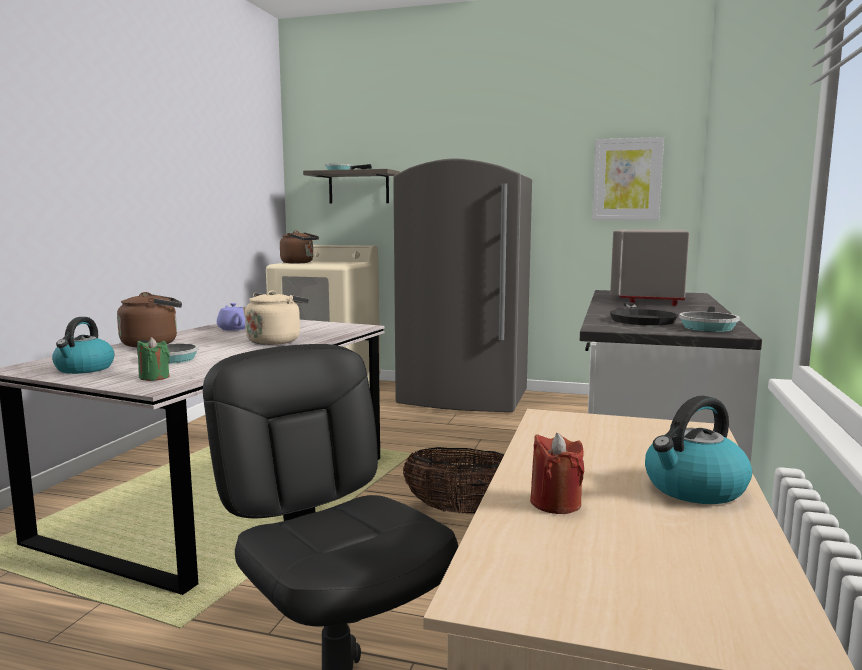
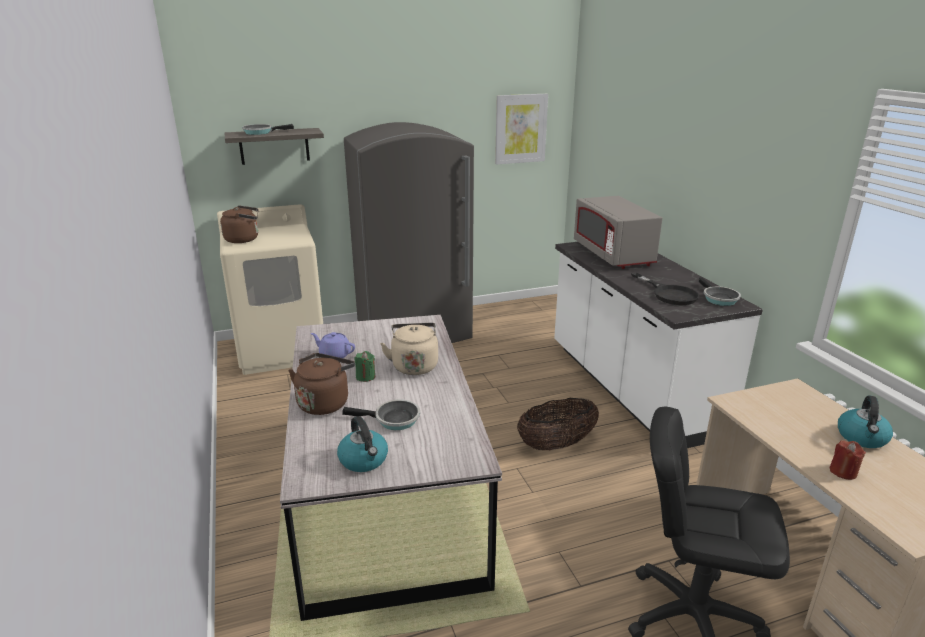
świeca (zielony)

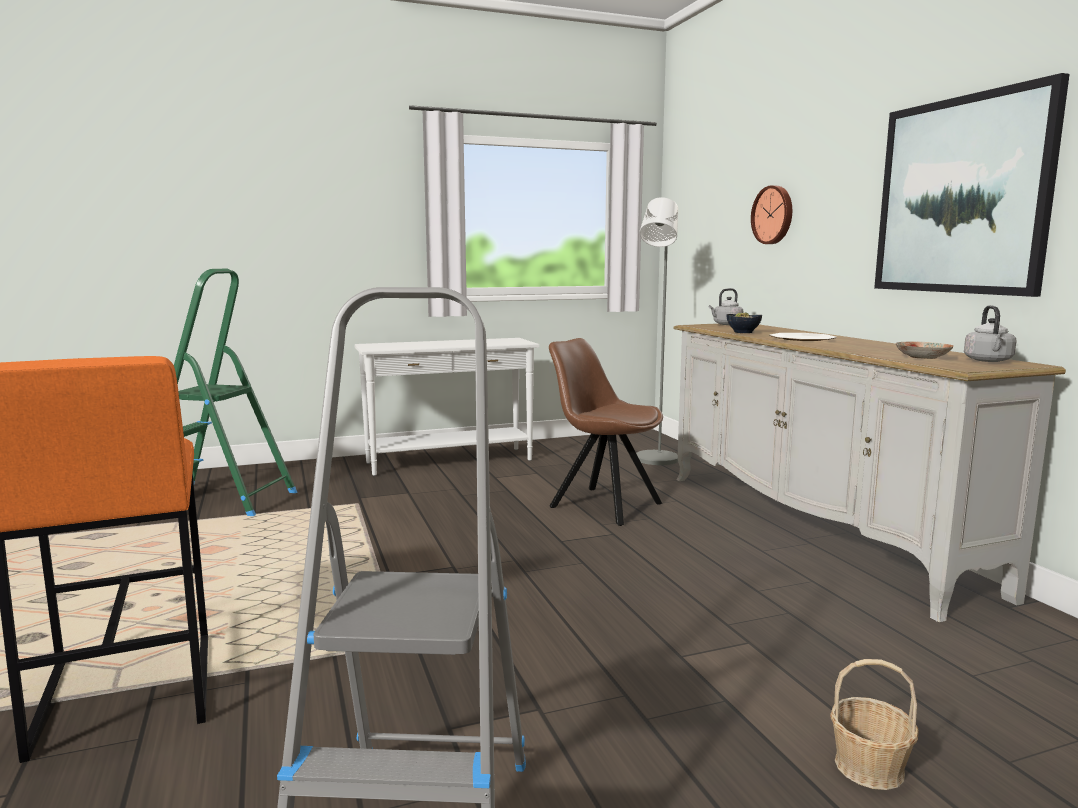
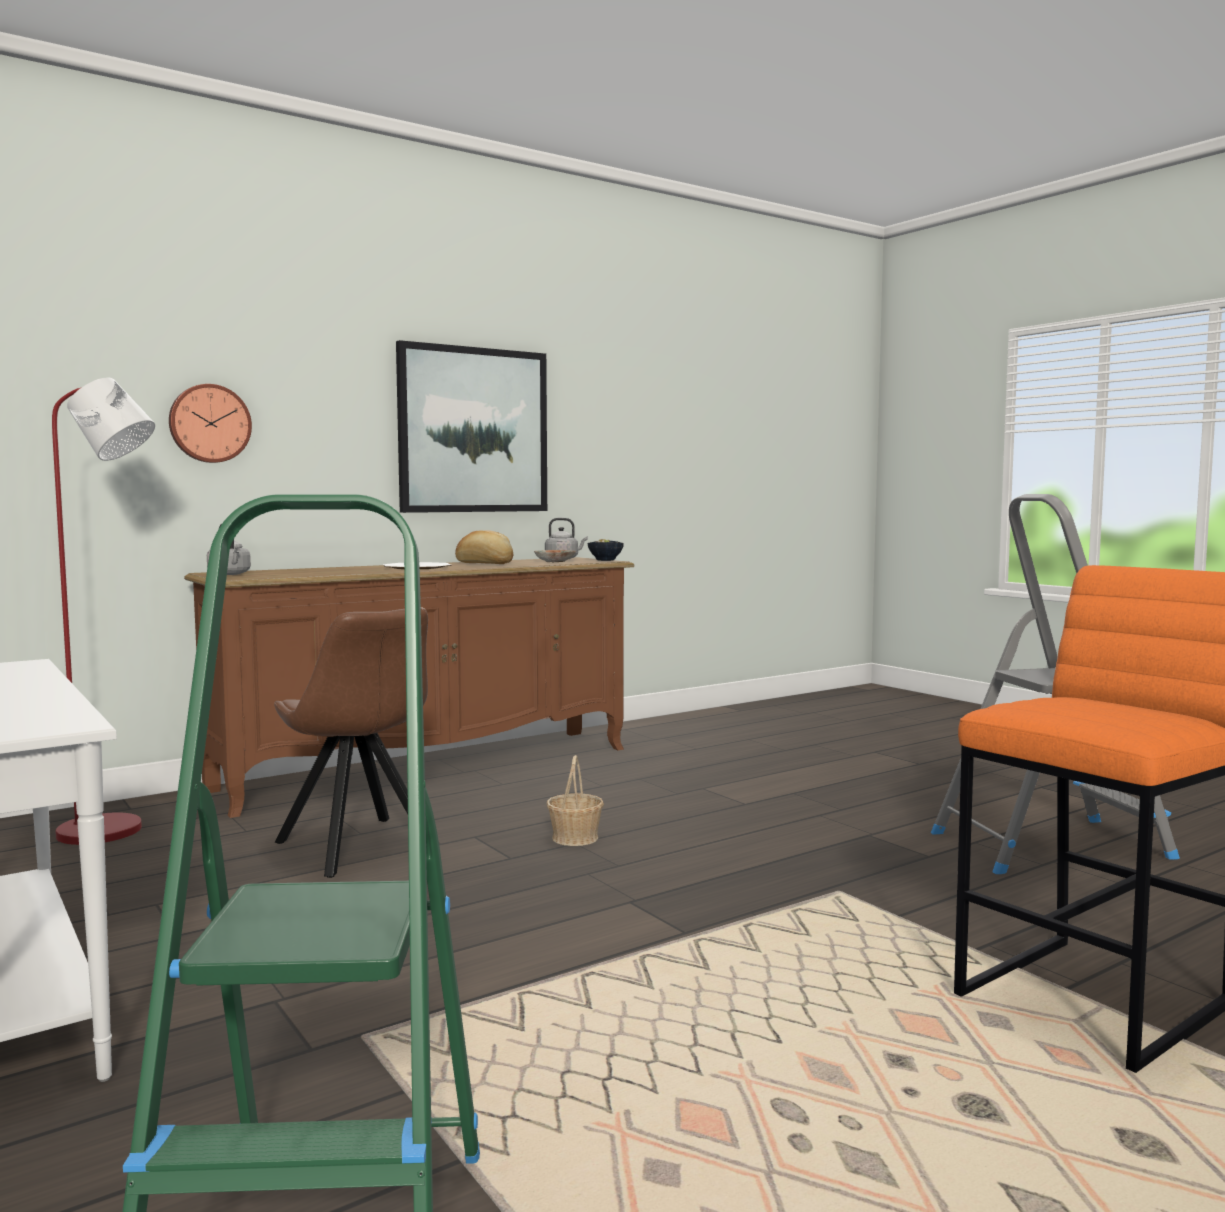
chleb
miska
koszyk
lampa stojąca (czerwony)
szafka (brązowy)
krzesło (brązowy)

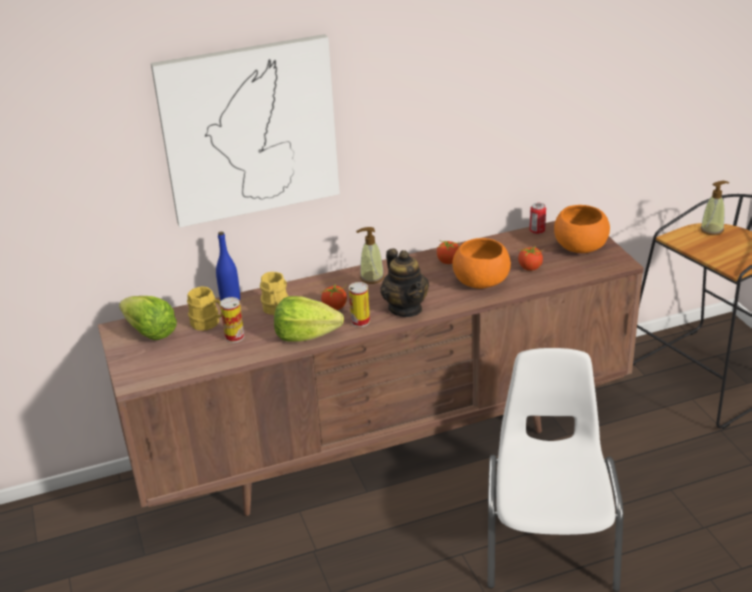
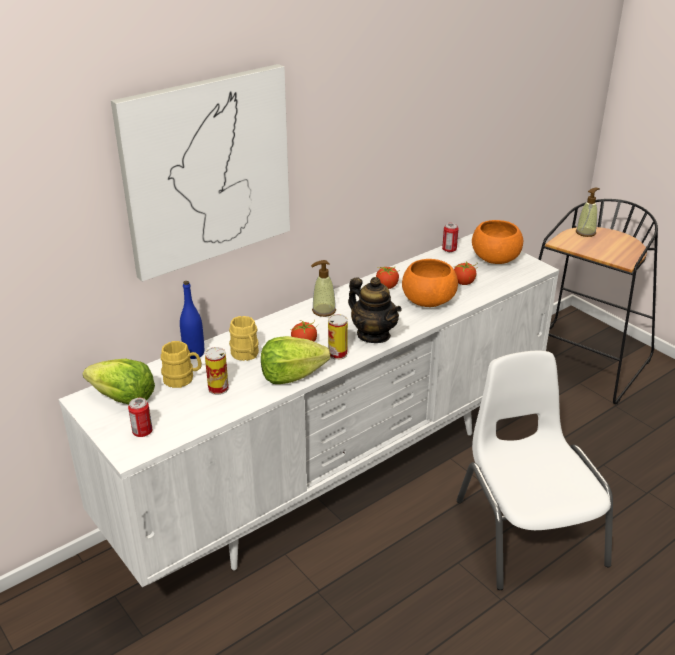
puszka (no. 1 from left)
szafka (biały)

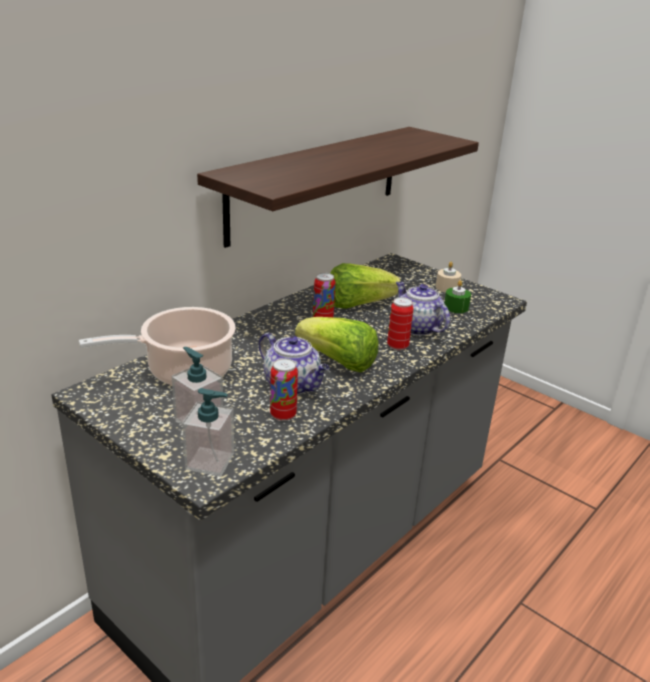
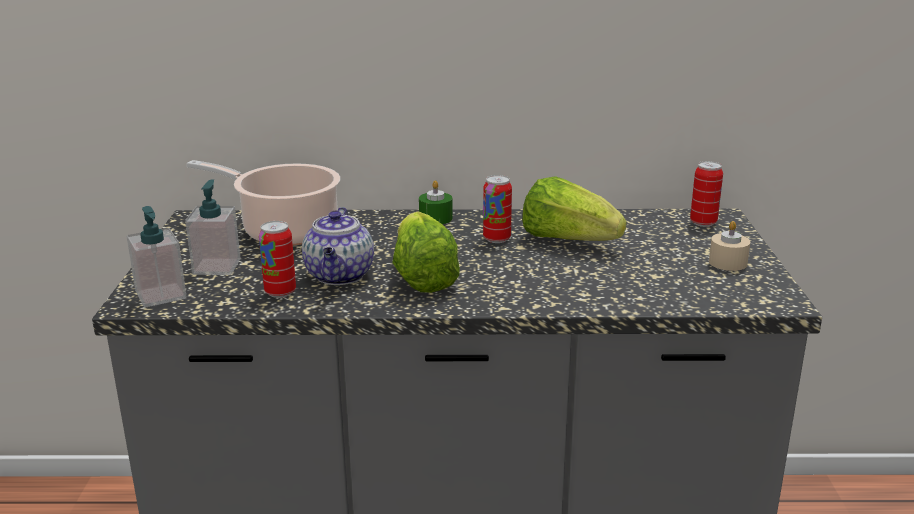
półka
imbryk (no. 2 from left in the first image)
puszka (no. 3 from left)
świeca (zielony)

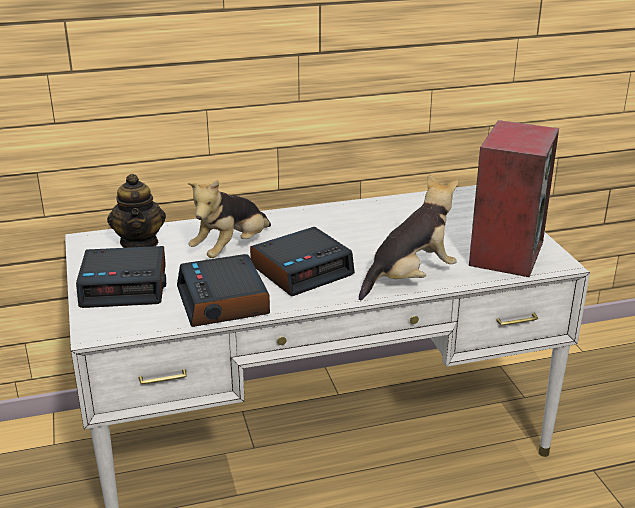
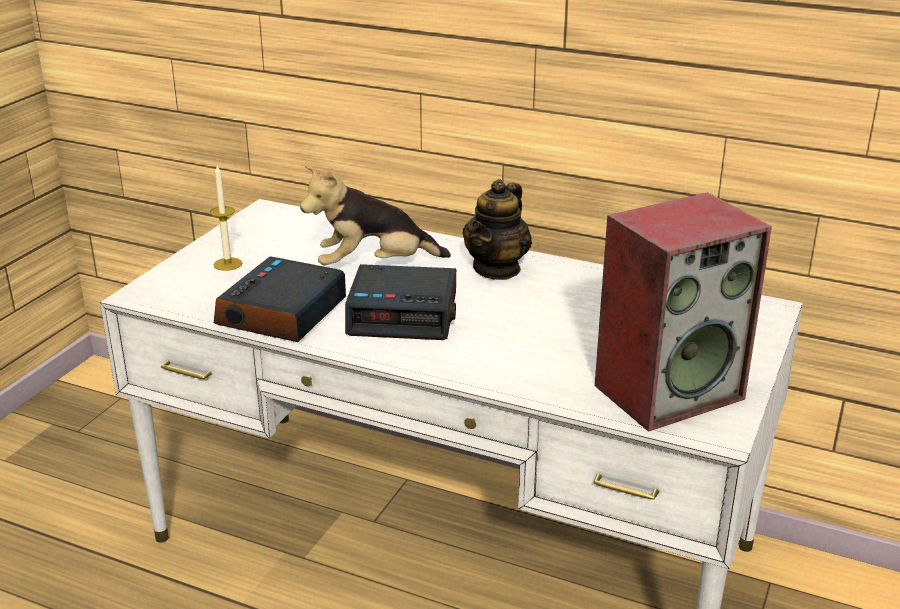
pluszak (no. 2 from left in the first image)
imbryk
świeca

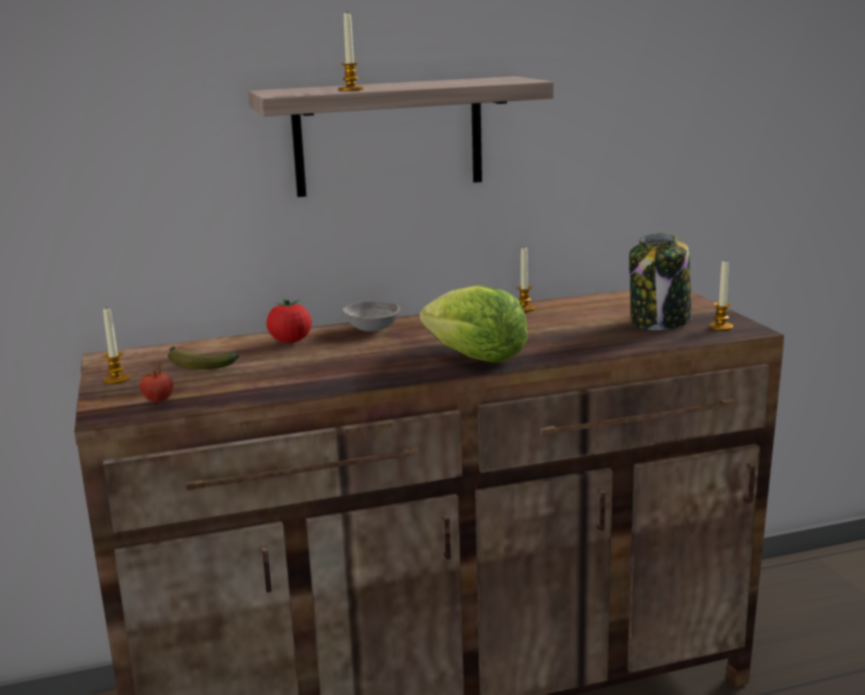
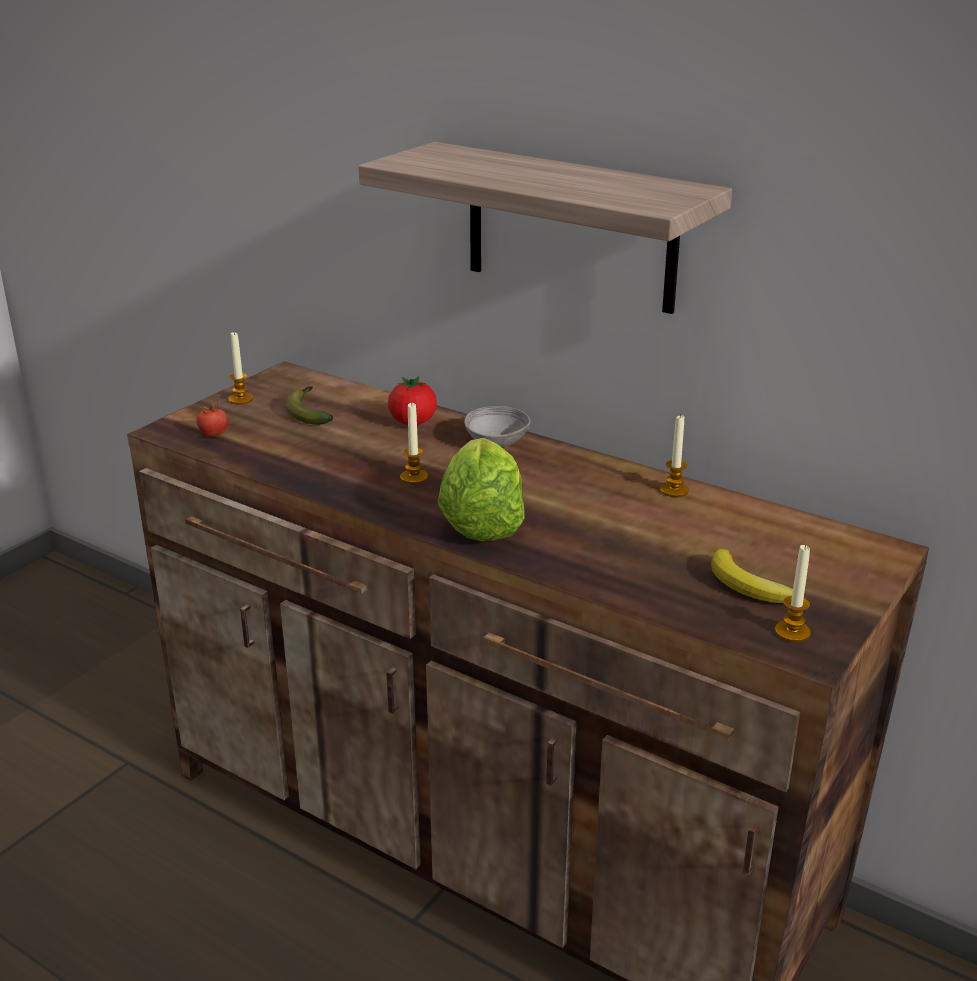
świeca (no. 2 from left)
banan (no. 2 from left)

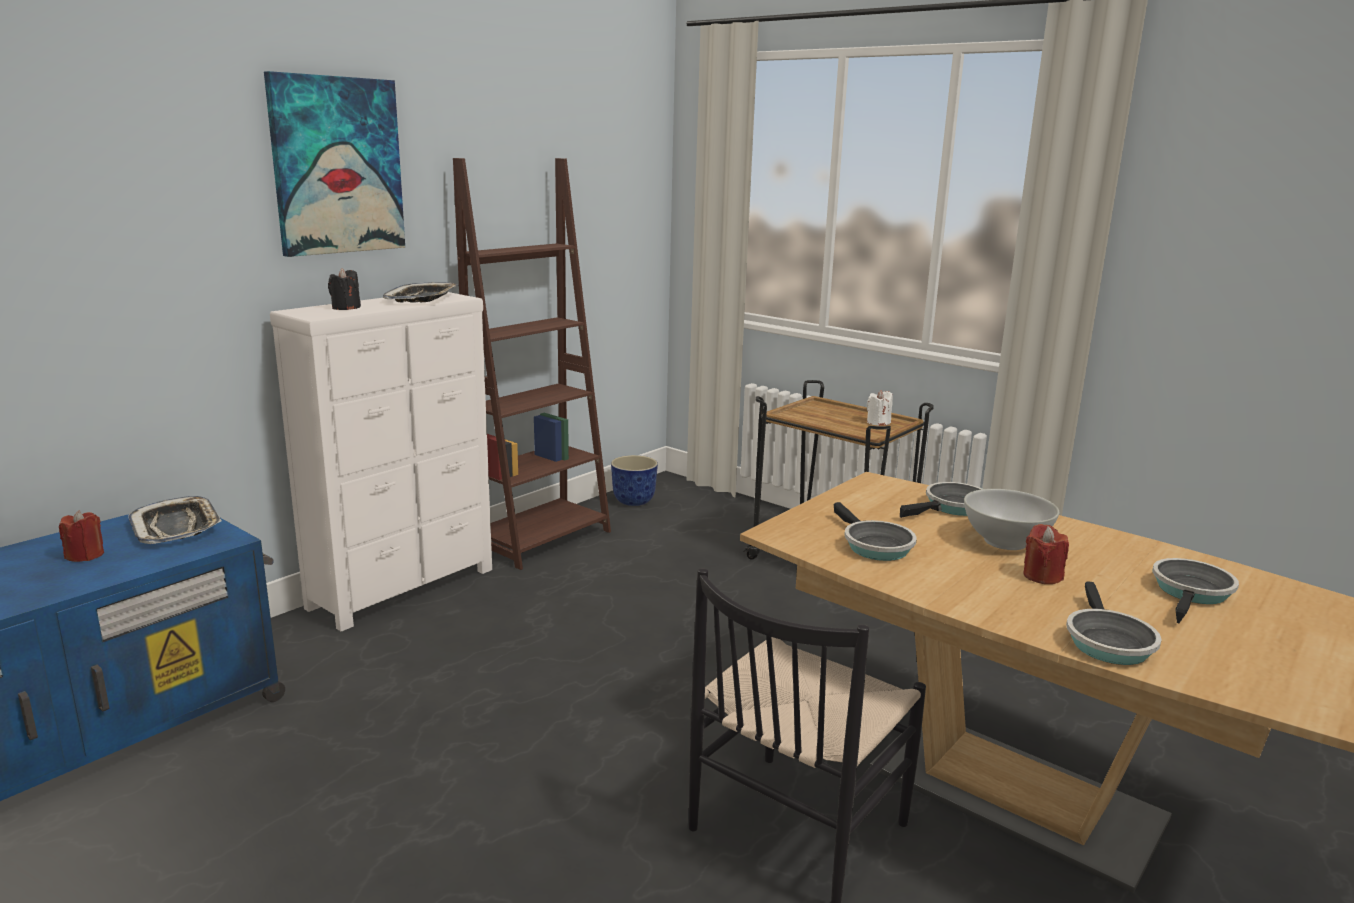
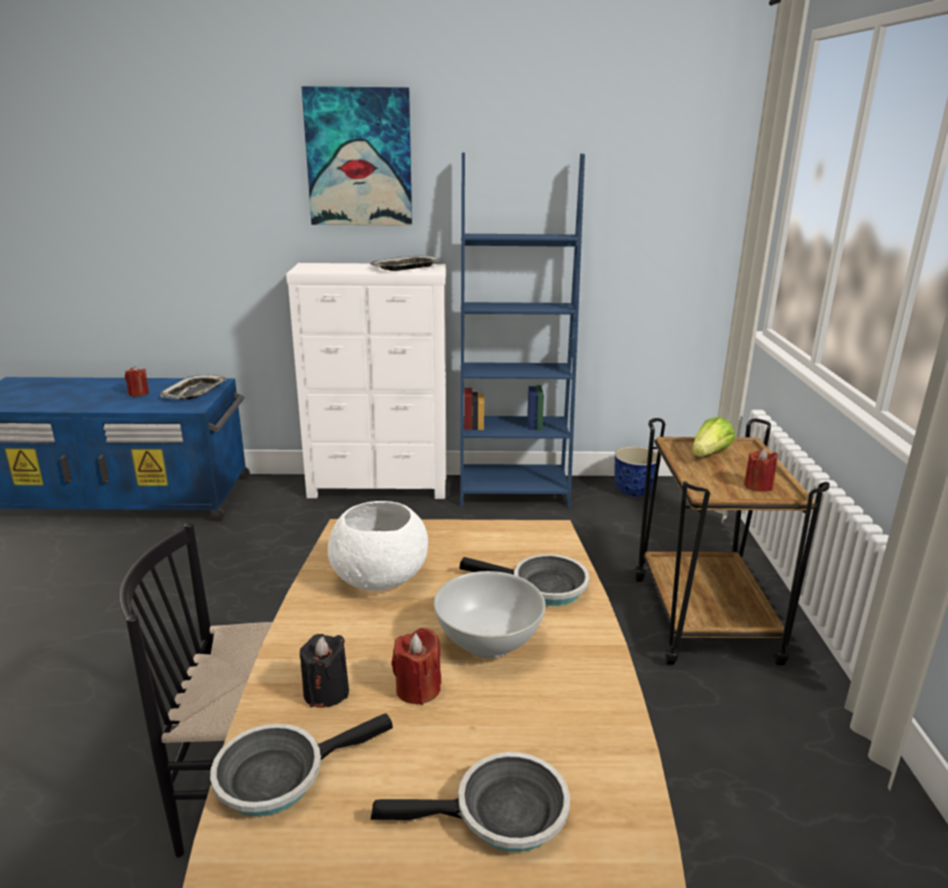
sałata
świeca (czarny)
miska (biały) (no. 1 from left)
regał (niebieski)
świeca (czerwony) (no. 3 from left)

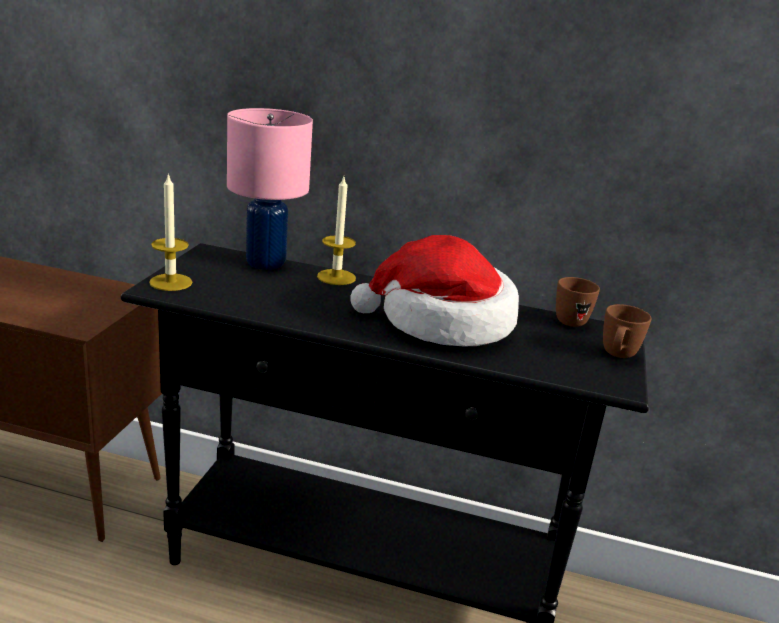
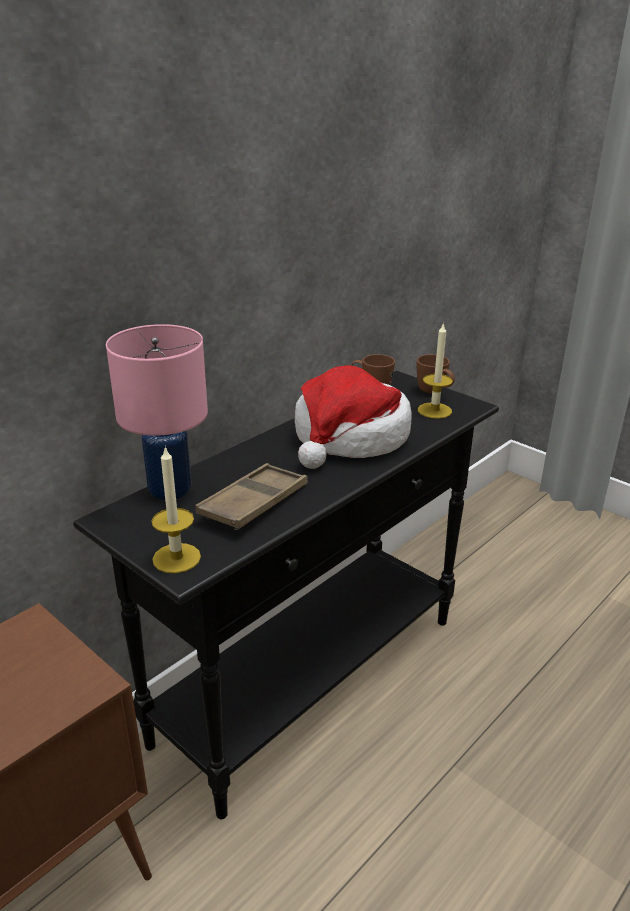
taca (brązowy)
świeca (no. 2 from left)

